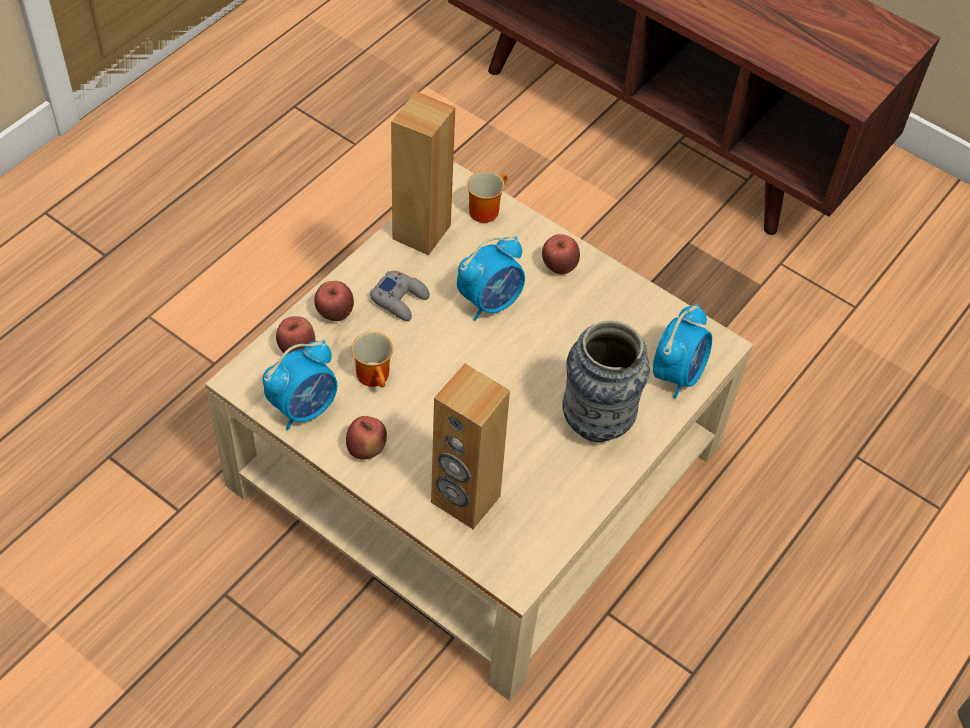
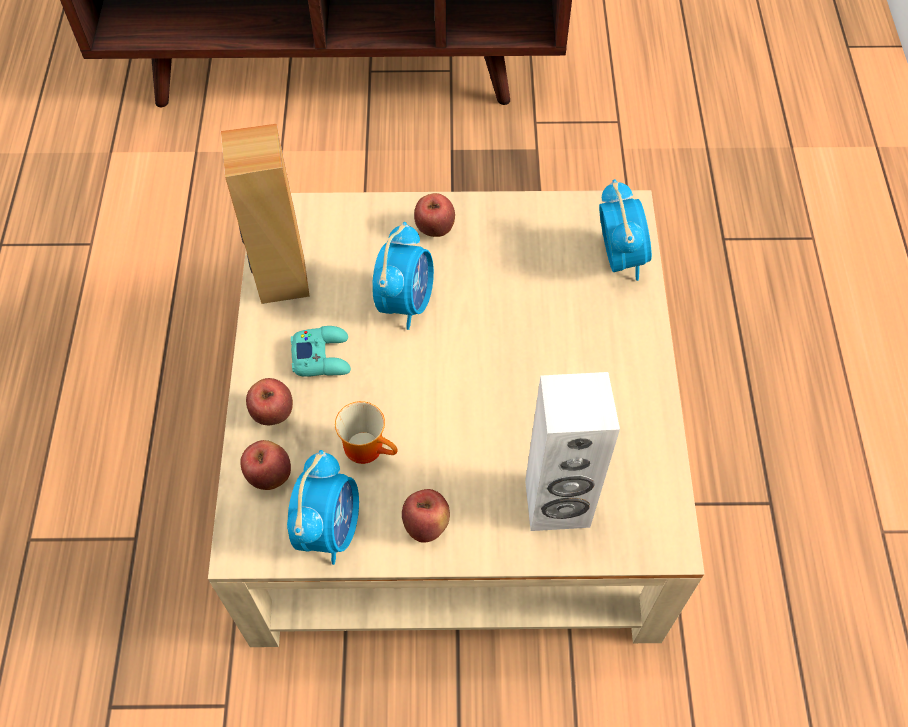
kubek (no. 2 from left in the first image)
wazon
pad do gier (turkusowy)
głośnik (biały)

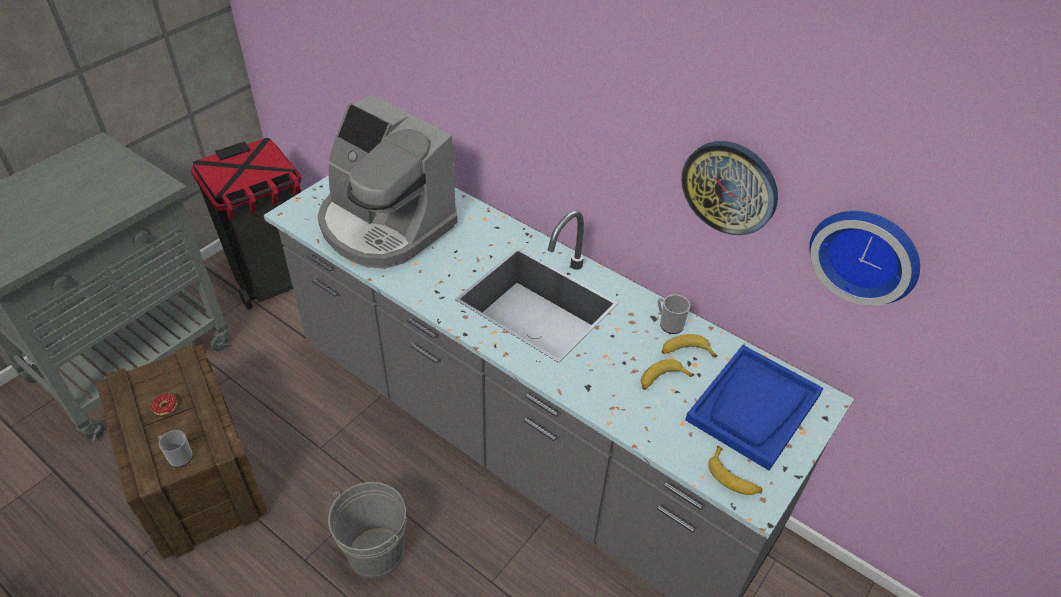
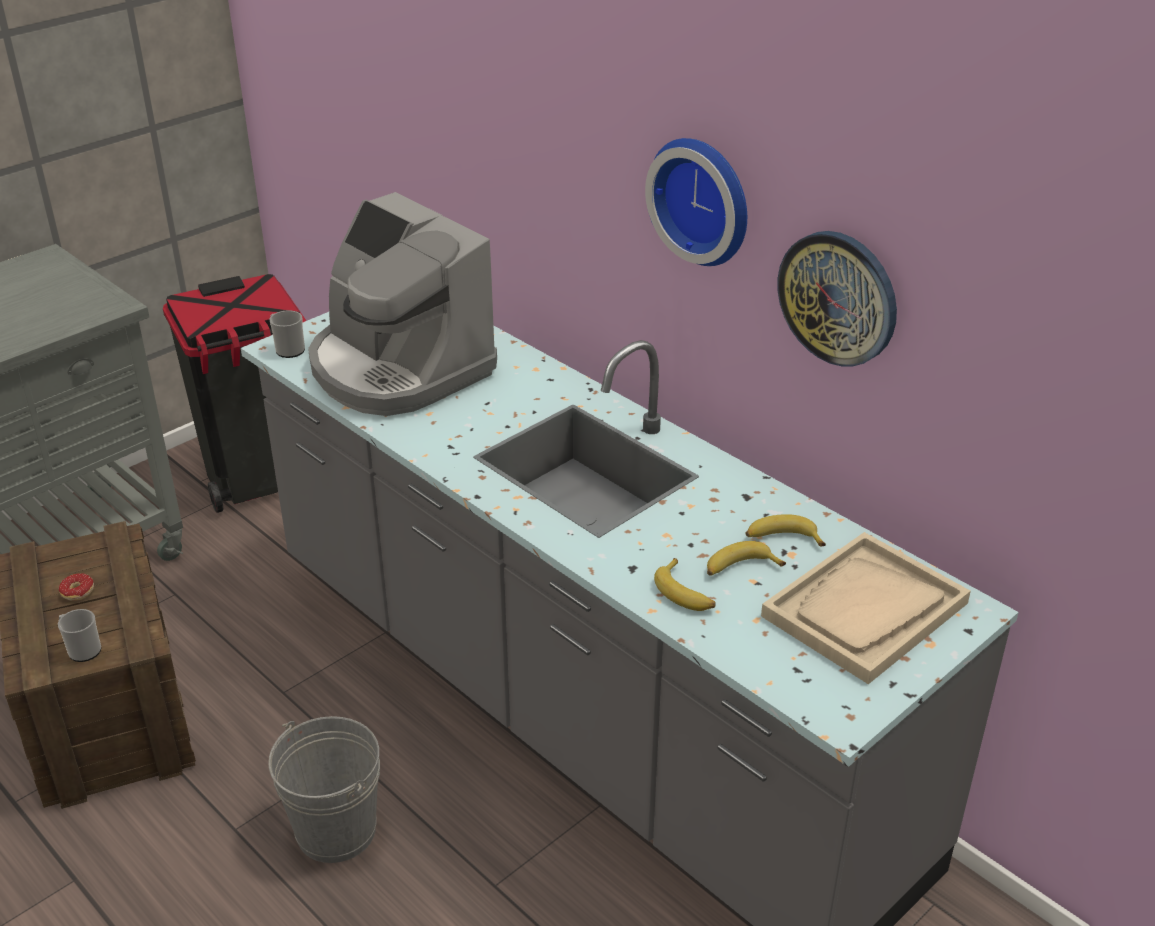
kubek (no. 2 from left)
banan (no. 1 from left)
zegar ścienny (no. 1 from left)
taca (beżowy)

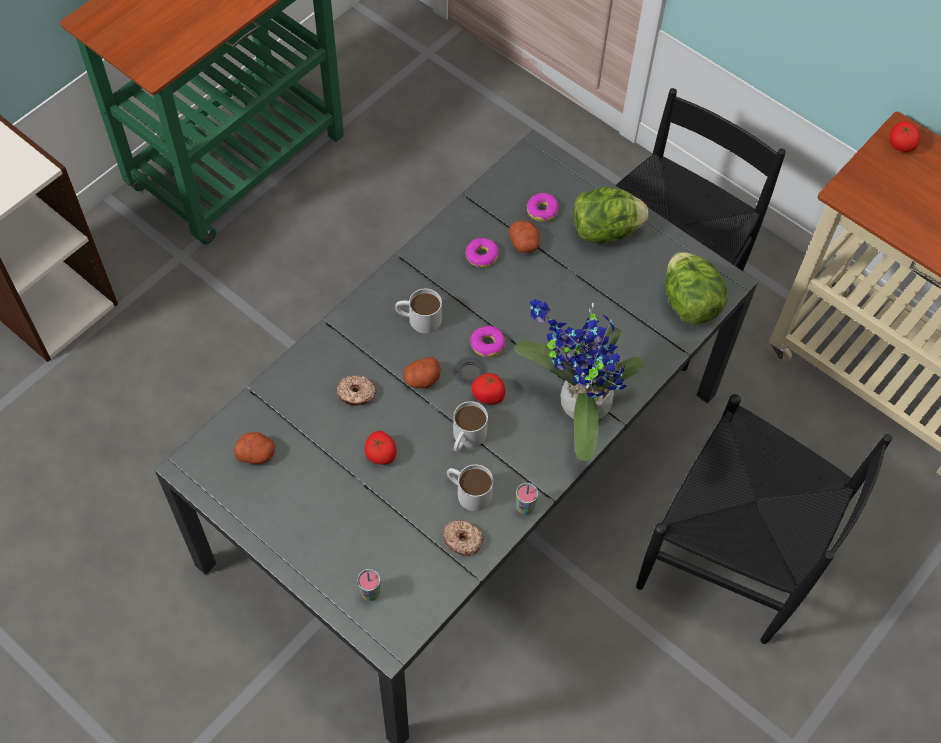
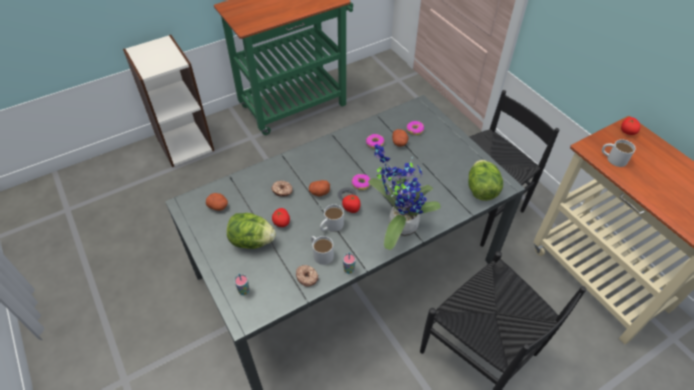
kubek (biały) (no. 3 from left)
sałata (no. 1 from left)

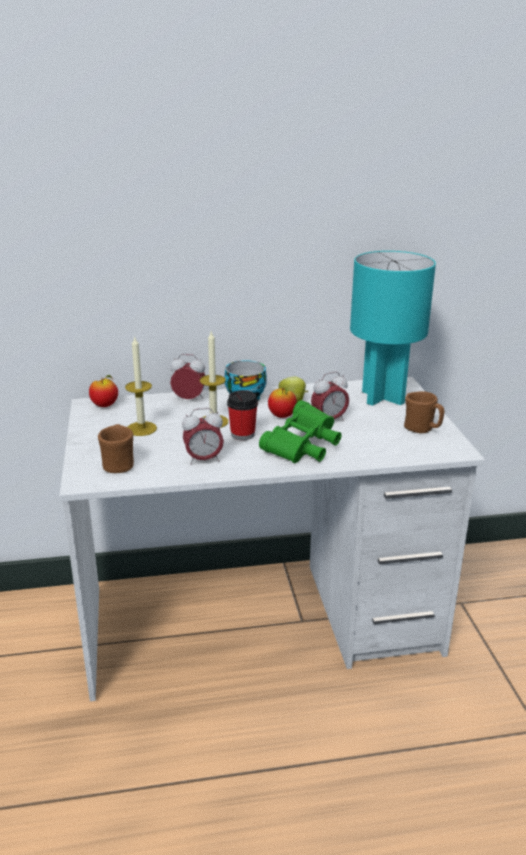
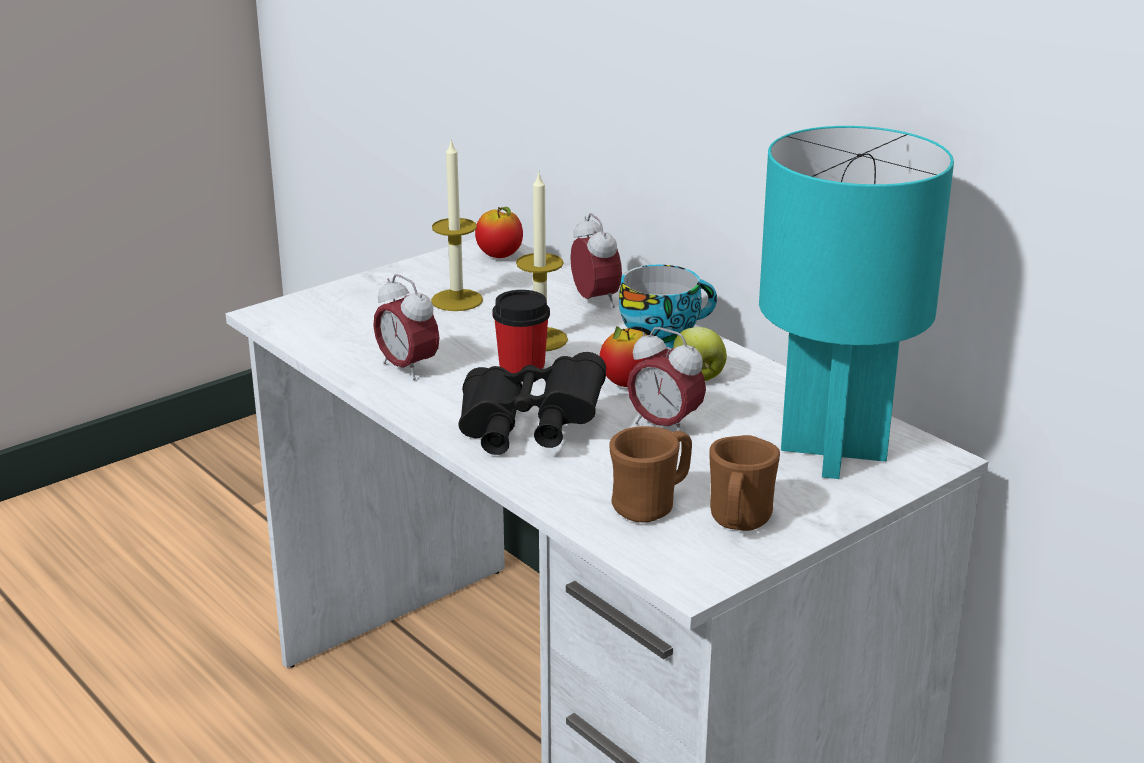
kubek (brązowy) (no. 1 from left)
lornetka (czarny)

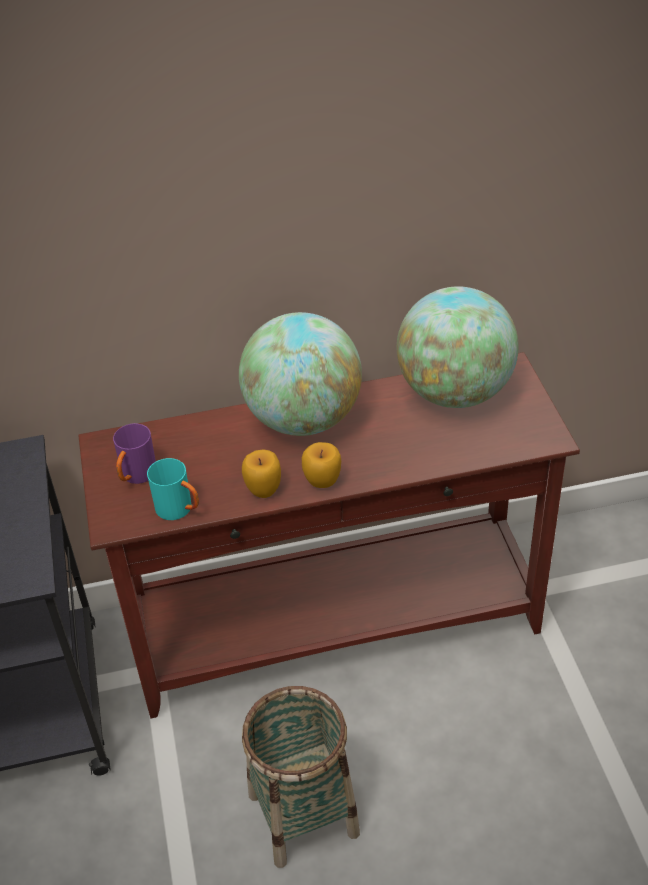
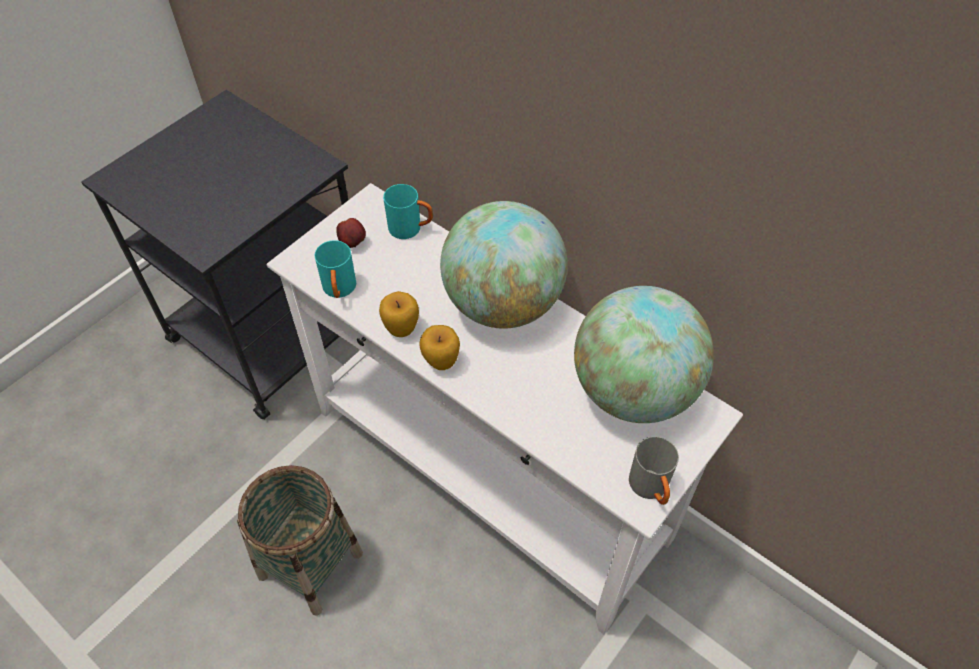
kubek (turkusowy) (no. 2 from left)
kubek (szary)
jabłko (no. 1 from left)
stolik konsolowy (biały)

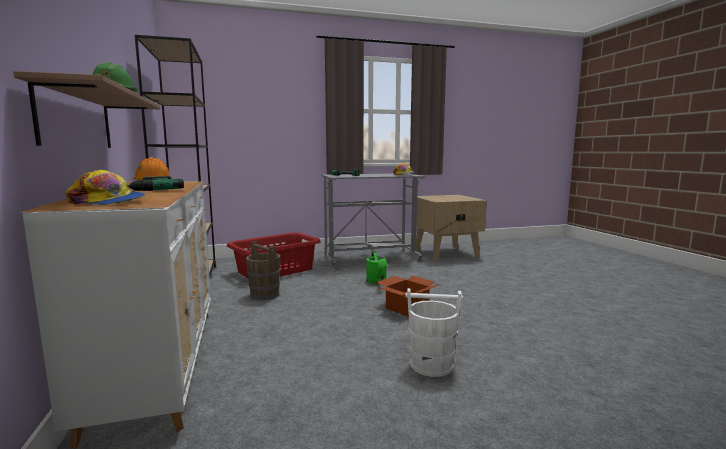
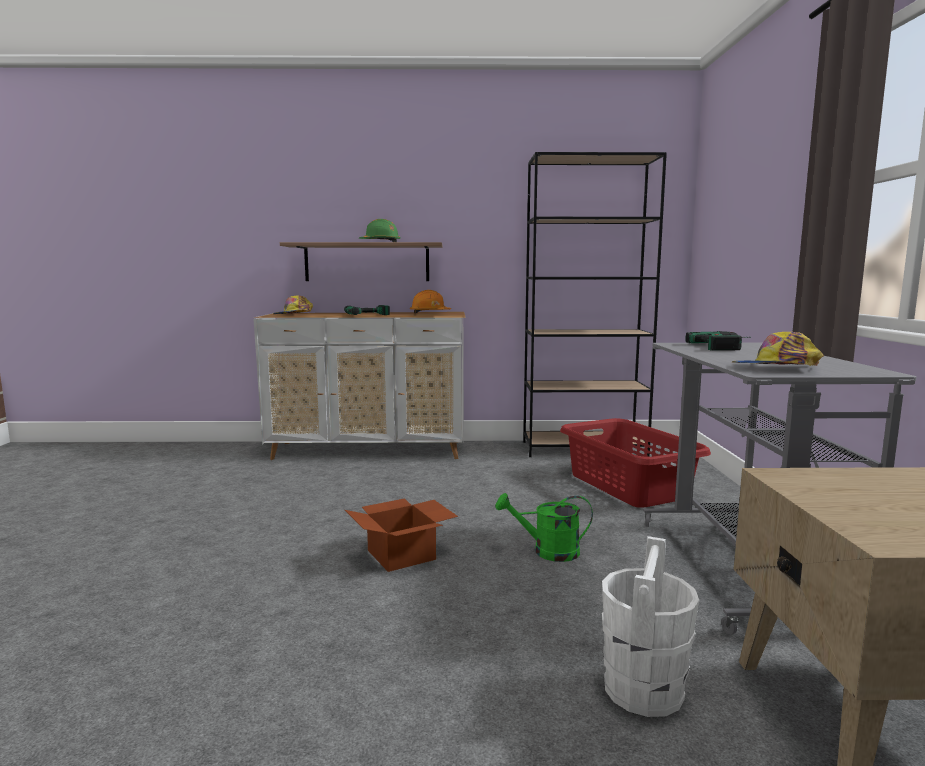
wiadro (brązowy)
wiadro (biały)

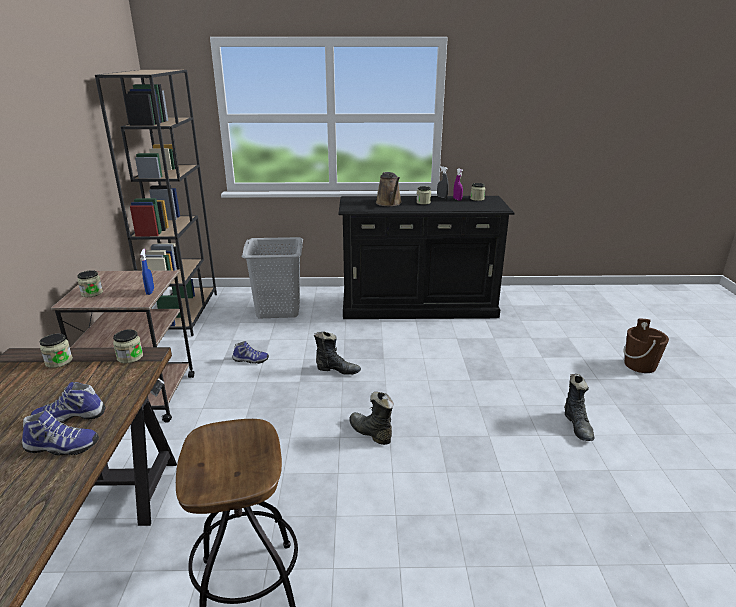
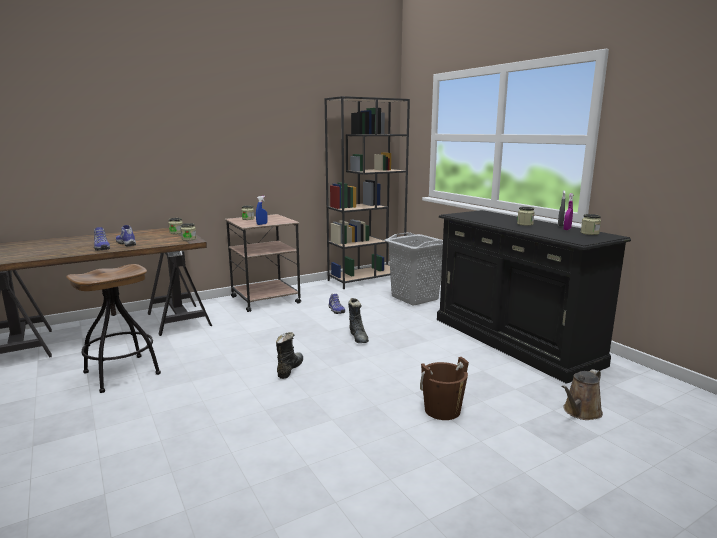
but z cholewką (czarny) (no. 3 from left in the first image)
konewka (brązowy)
wiadro (brązowy)

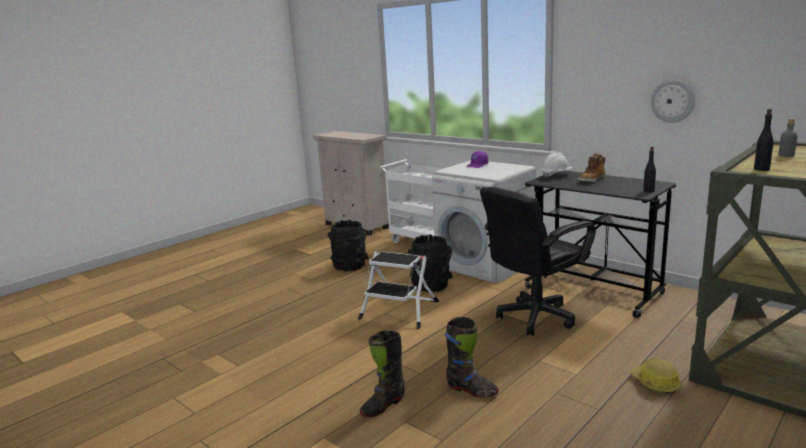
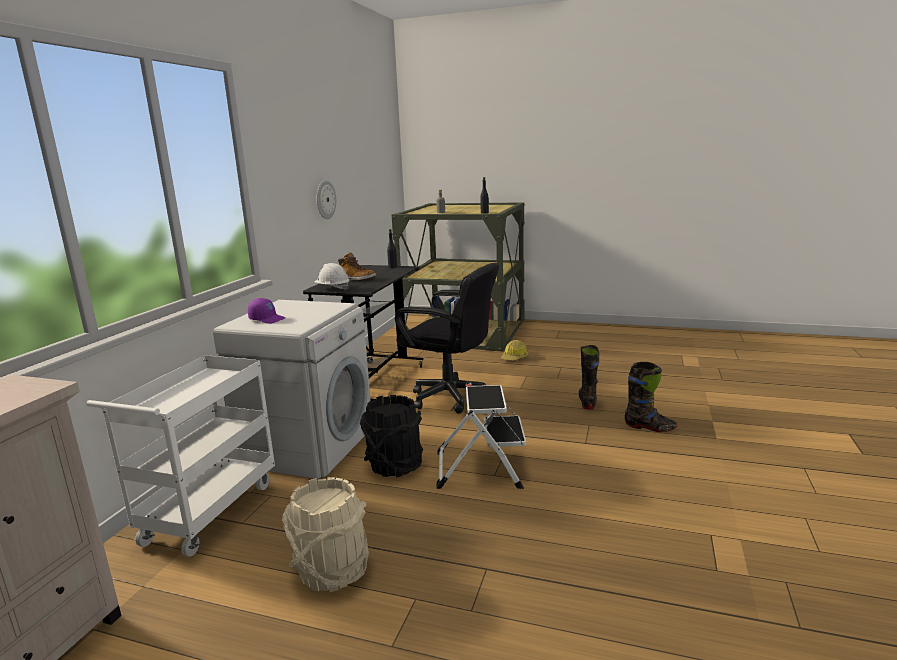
wiadro (beżowy)

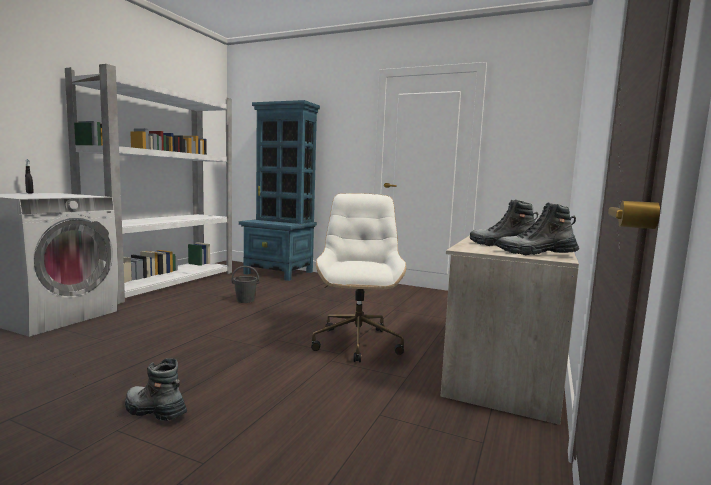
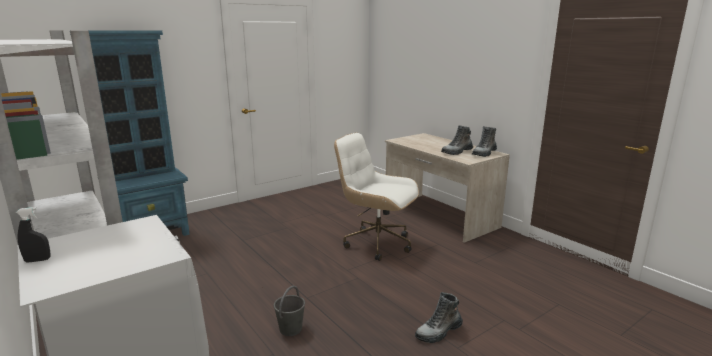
wiadro (szary)

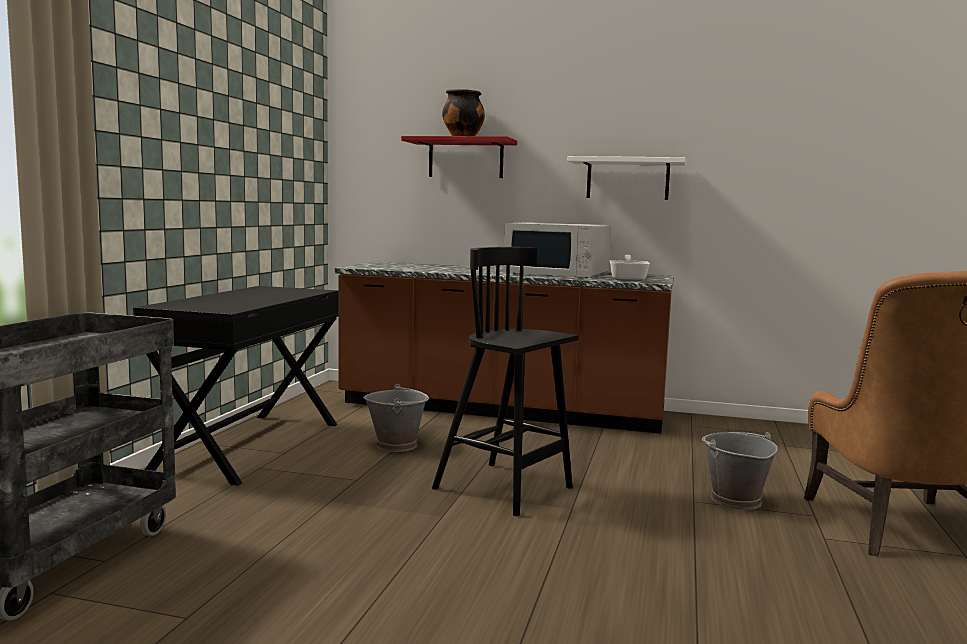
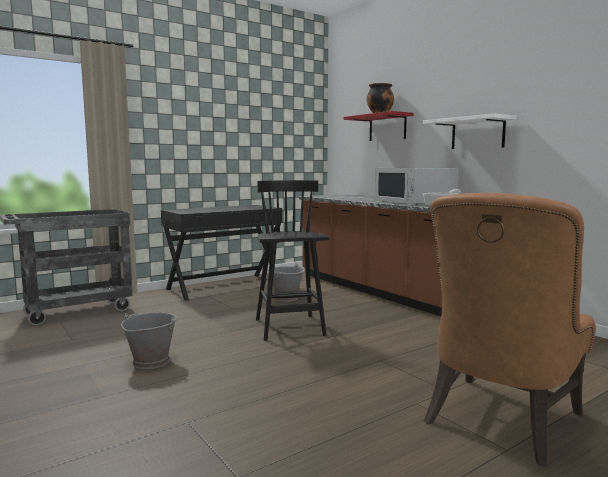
wiadro (szary) (no. 1 from left)

